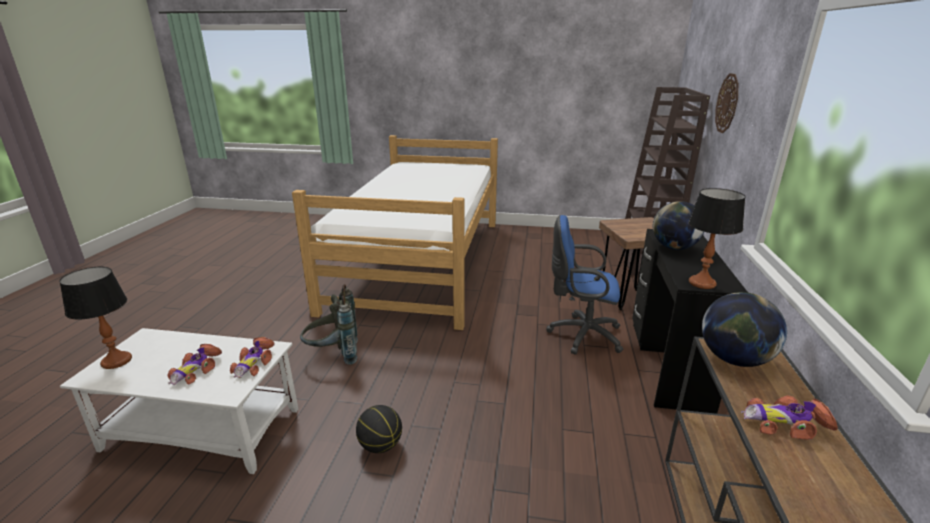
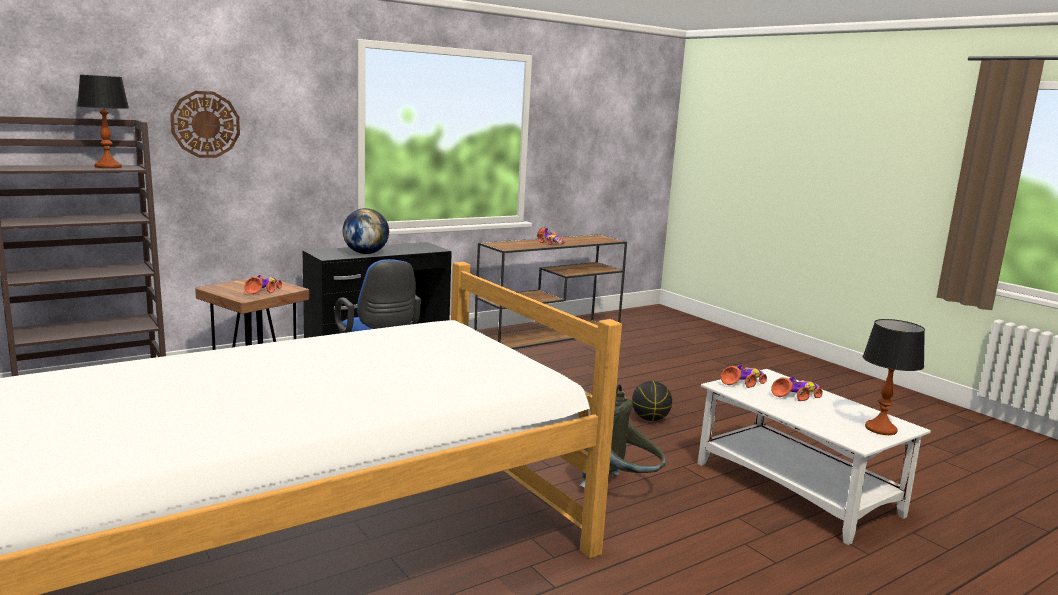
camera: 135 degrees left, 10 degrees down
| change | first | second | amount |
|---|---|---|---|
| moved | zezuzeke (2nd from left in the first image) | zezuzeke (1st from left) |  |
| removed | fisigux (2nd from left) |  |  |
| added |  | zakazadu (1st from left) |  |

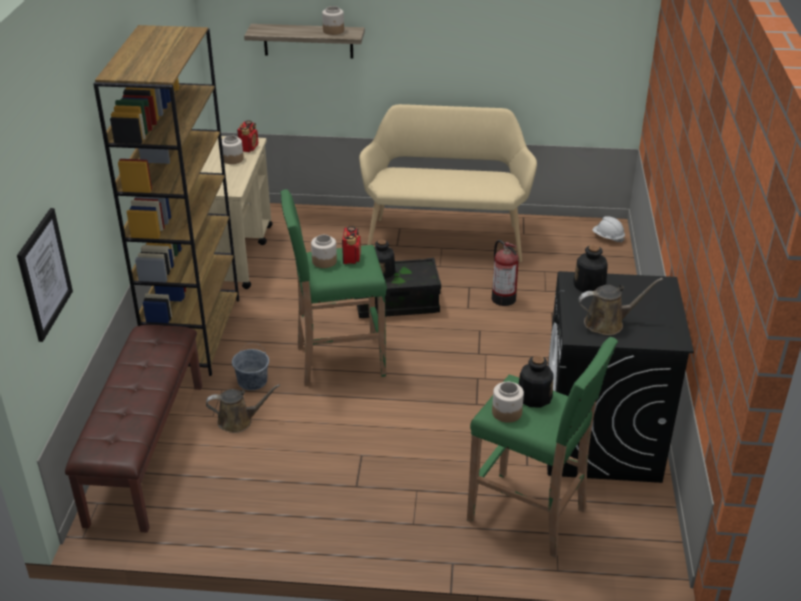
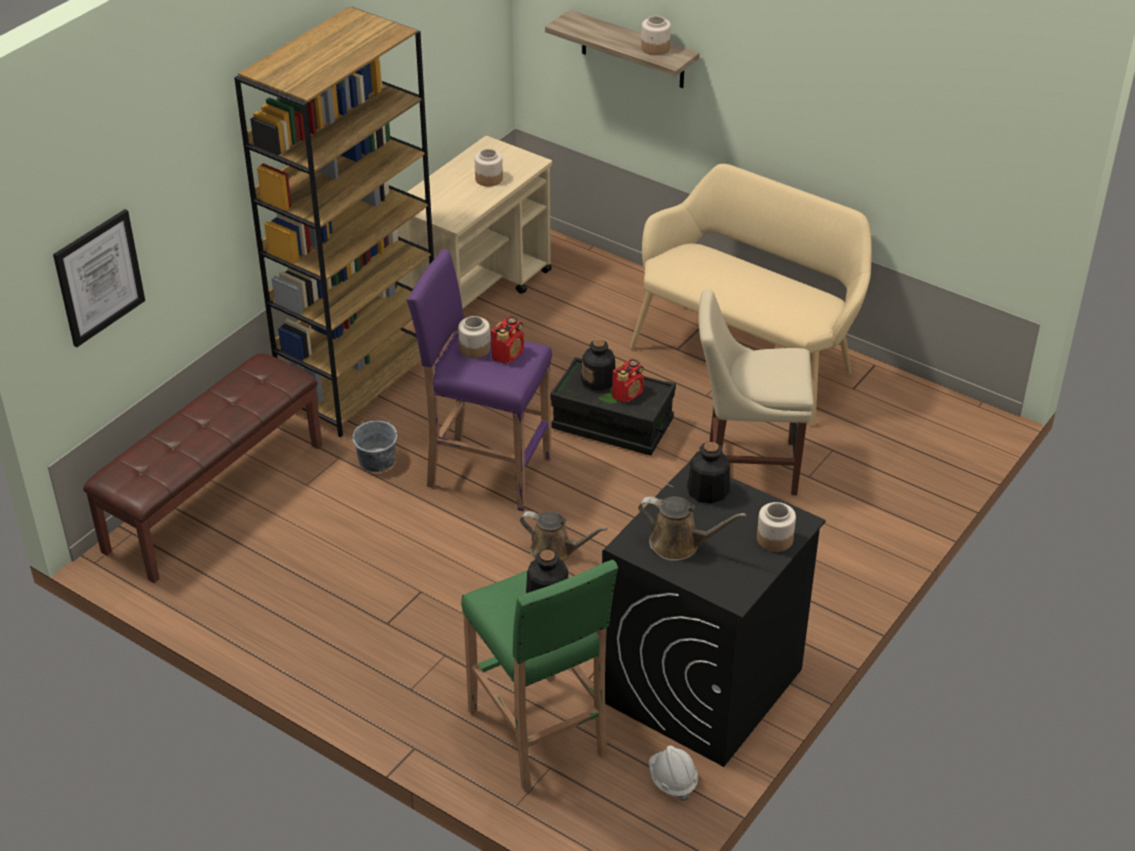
camera: 30 degrees right, 5 degrees up
| change | first | second | amount |
|---|---|---|---|
| moved | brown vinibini (1st from left) |  |  |
| moved | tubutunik (1st from left in the first image) | tubutunik (2nd from left) |  |
| recoloured | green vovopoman (1st from left) | purple vovopoman |  |
| replaced | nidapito | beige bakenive |  |
| moved | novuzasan (4th from left) |  |  |
| moved | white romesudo |  |  |

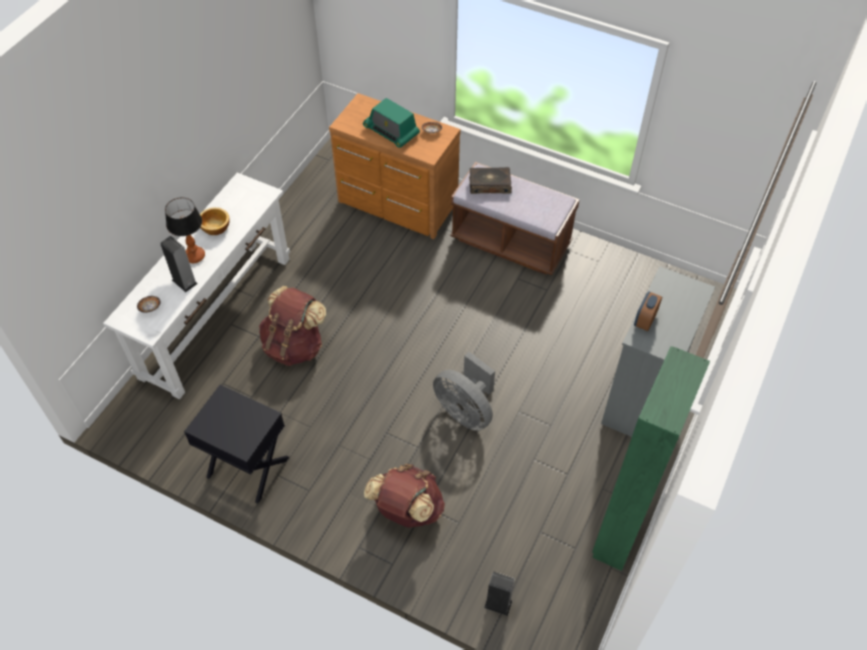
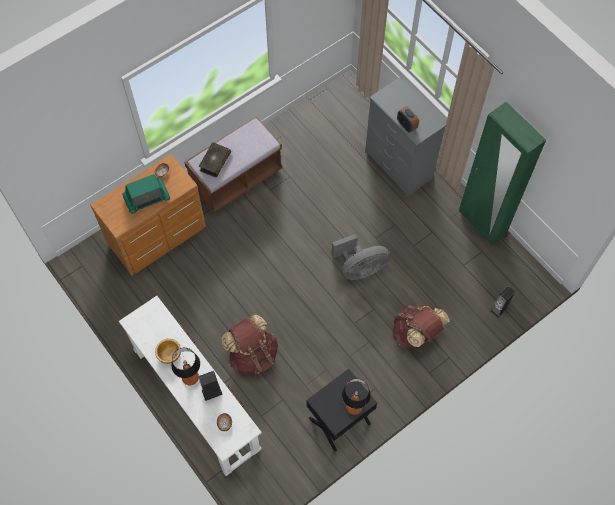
camera: 65 degrees left, 10 degrees up
| change | first | second | amount |
|---|---|---|---|
| added |  | zezuzeke (2nd from left) |  |

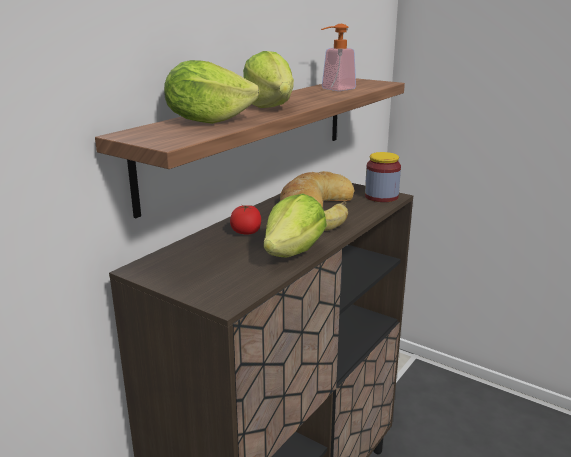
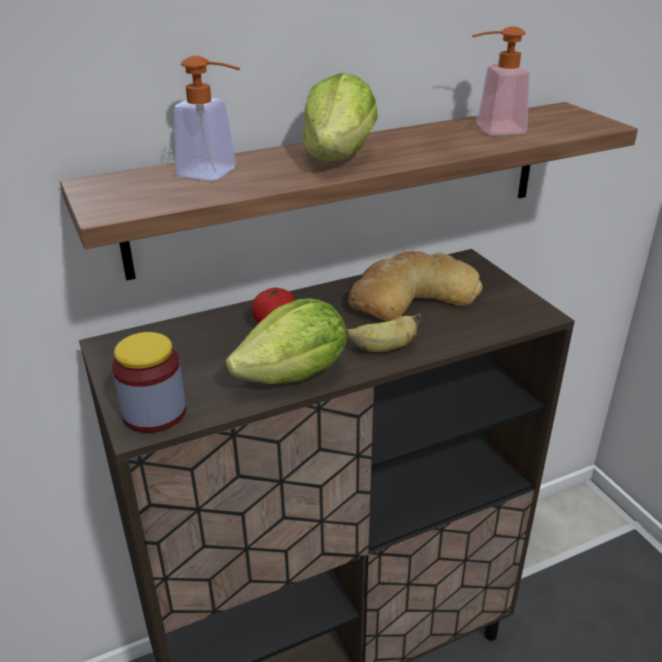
camera: 30 degrees right, 10 degrees up
| change | first | second | amount |
|---|---|---|---|
| replaced | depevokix (1st from left) | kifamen (1st from left) |  |
| moved | novuzasan |  |  |

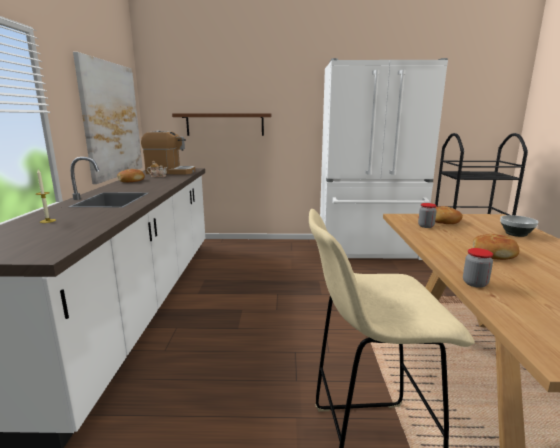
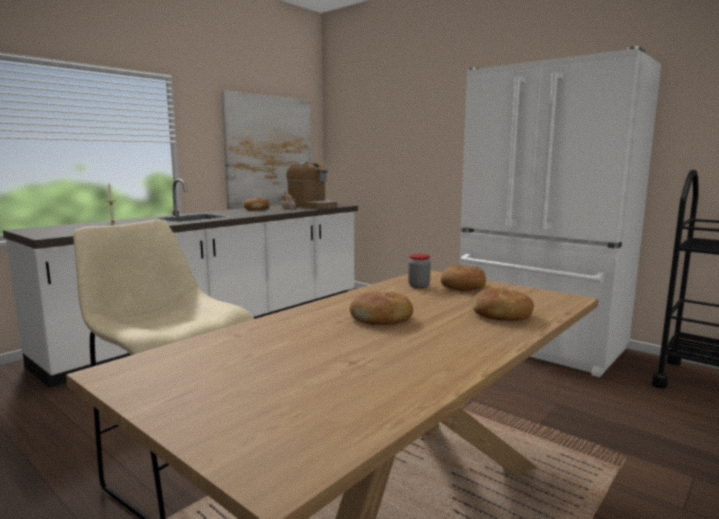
camera: 40 degrees right, 5 degrees down
| change | first | second | amount |
|---|---|---|---|
| removed | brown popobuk |  |  |
| removed | novuzasan (2nd from left) |  |  |
| replaced | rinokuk | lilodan (4th from left) |  |

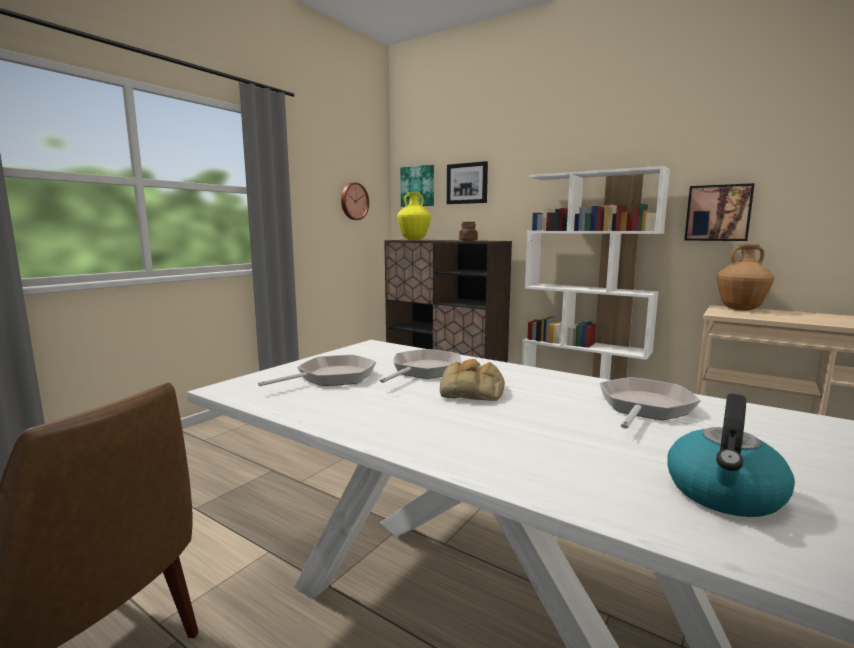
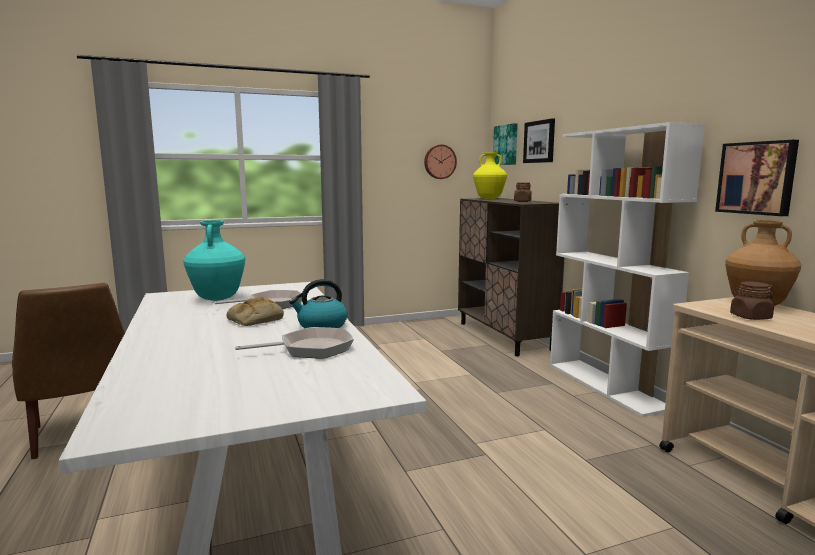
camera: 35 degrees right, 0 degrees up
| change | first | second | amount |
|---|---|---|---|
| replaced | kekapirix (1st from left) | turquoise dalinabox |  |
| moved | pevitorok |  |  |
| added |  | brown novuzasan (2nd from left) |  |

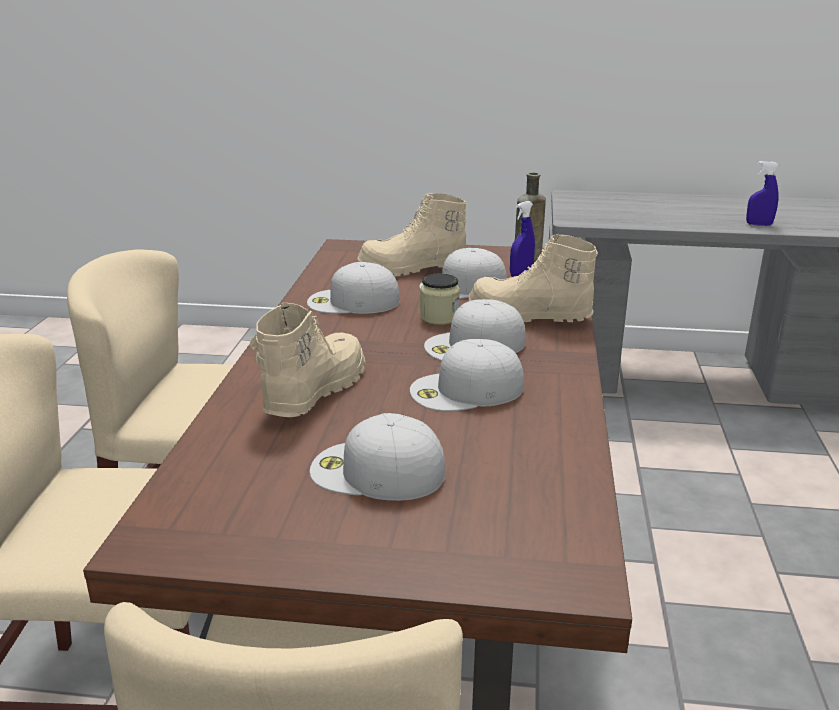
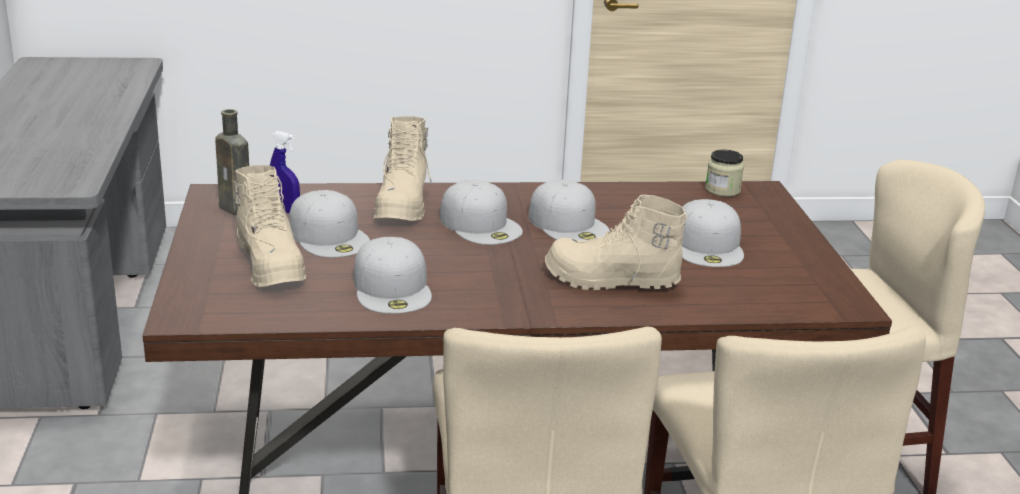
camera: 105 degrees left, 0 degrees up
| change | first | second | amount |
|---|---|---|---|
| moved | novuzasan |  |  |
| removed | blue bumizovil (2nd from left) |  |  |

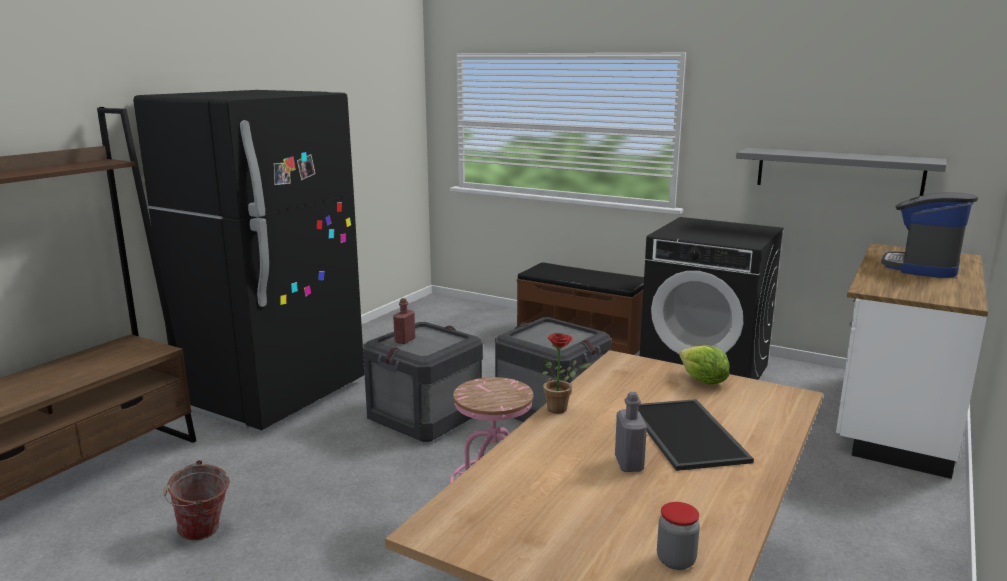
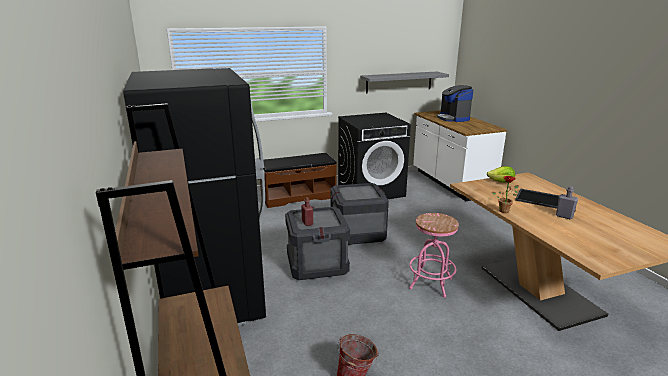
camera: 50 degrees left, 5 degrees up
| change | first | second | amount |
|---|---|---|---|
| removed | novuzasan |  |  |

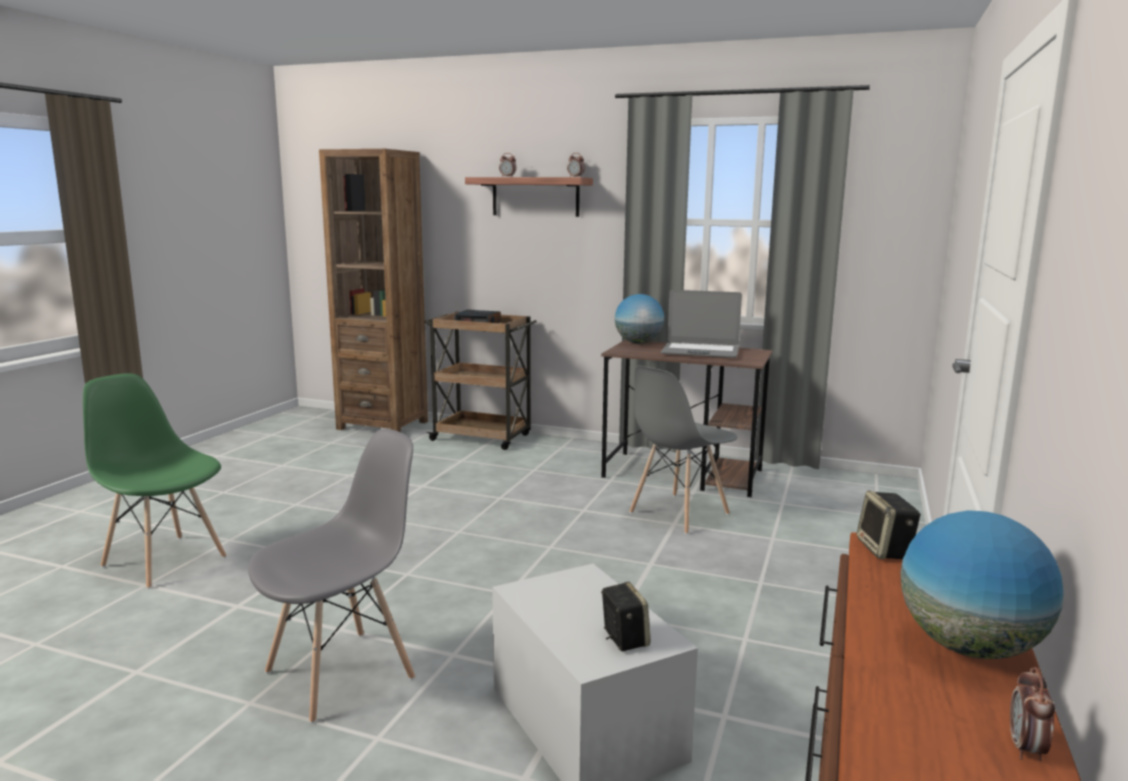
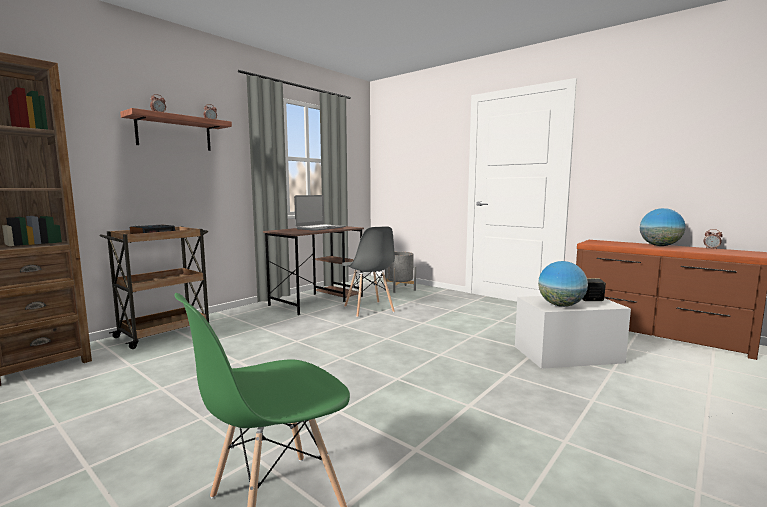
camera: 70 degrees left, 5 degrees down
| change | first | second | amount |
|---|---|---|---|
| removed | grey bakenive (1st from left) |  |  |
| moved | fisigux (1st from left) |  |  |
| removed | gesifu (2nd from left) |  |  |
| added |  | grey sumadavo |  |

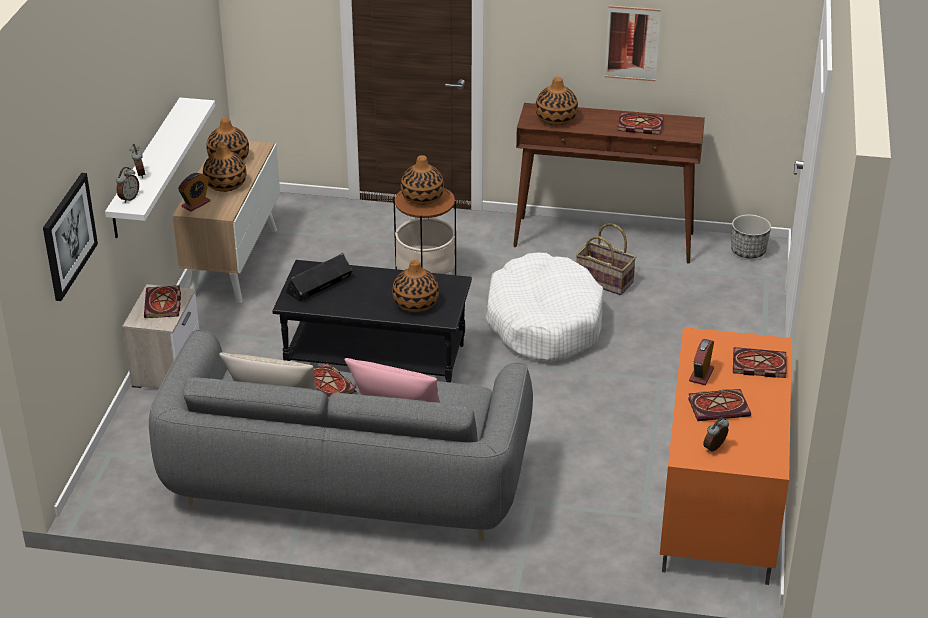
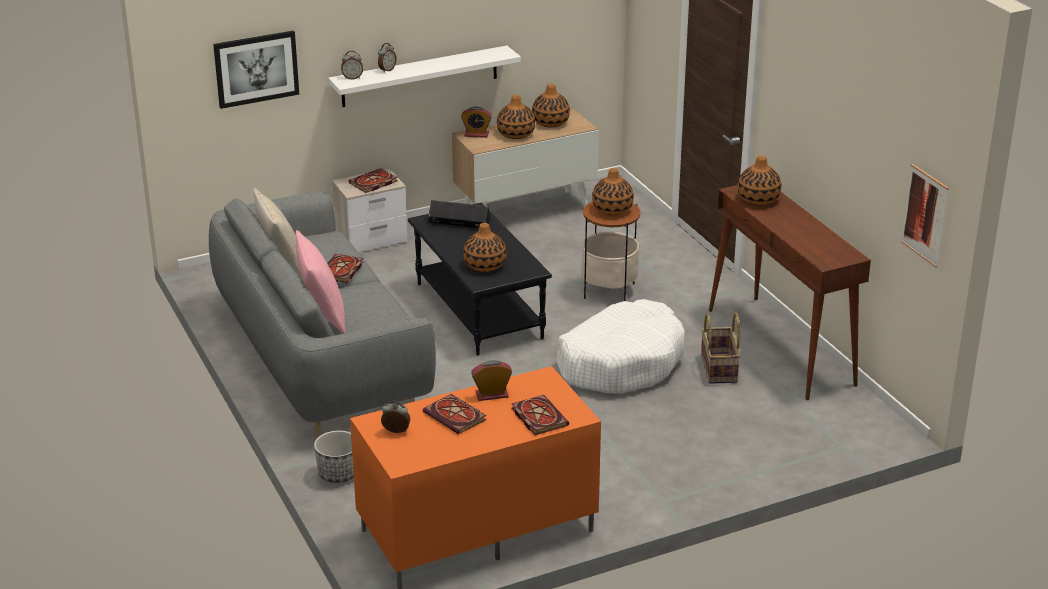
camera: 55 degrees right, 5 degrees down
| change | first | second | amount |
|---|---|---|---|
| moved | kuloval (2nd from left) |  |  |
| removed | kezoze (3rd from left) |  |  |
| moved | sumadavo |  |  |

